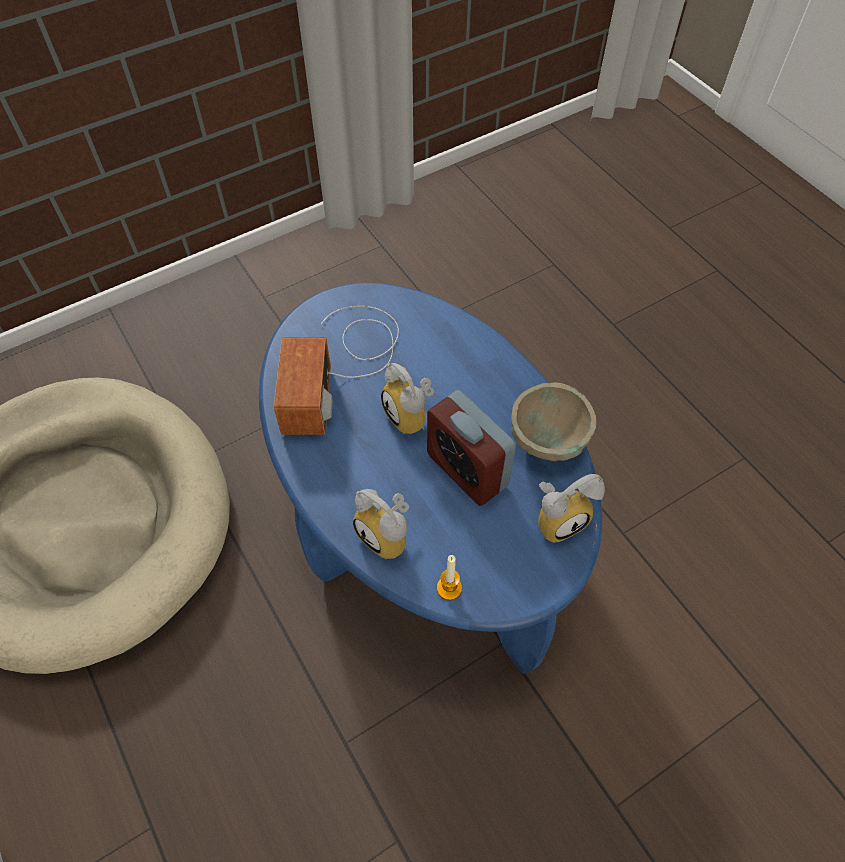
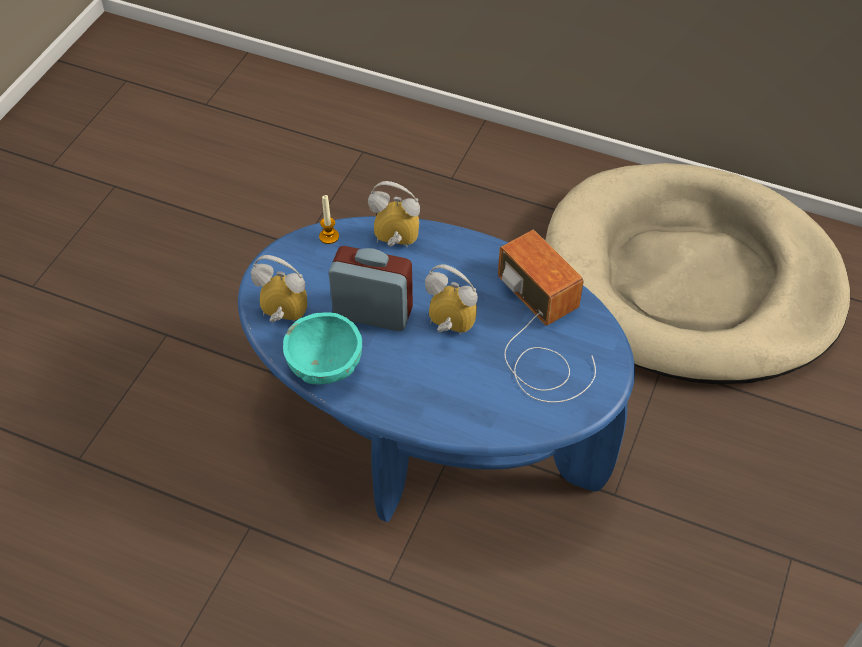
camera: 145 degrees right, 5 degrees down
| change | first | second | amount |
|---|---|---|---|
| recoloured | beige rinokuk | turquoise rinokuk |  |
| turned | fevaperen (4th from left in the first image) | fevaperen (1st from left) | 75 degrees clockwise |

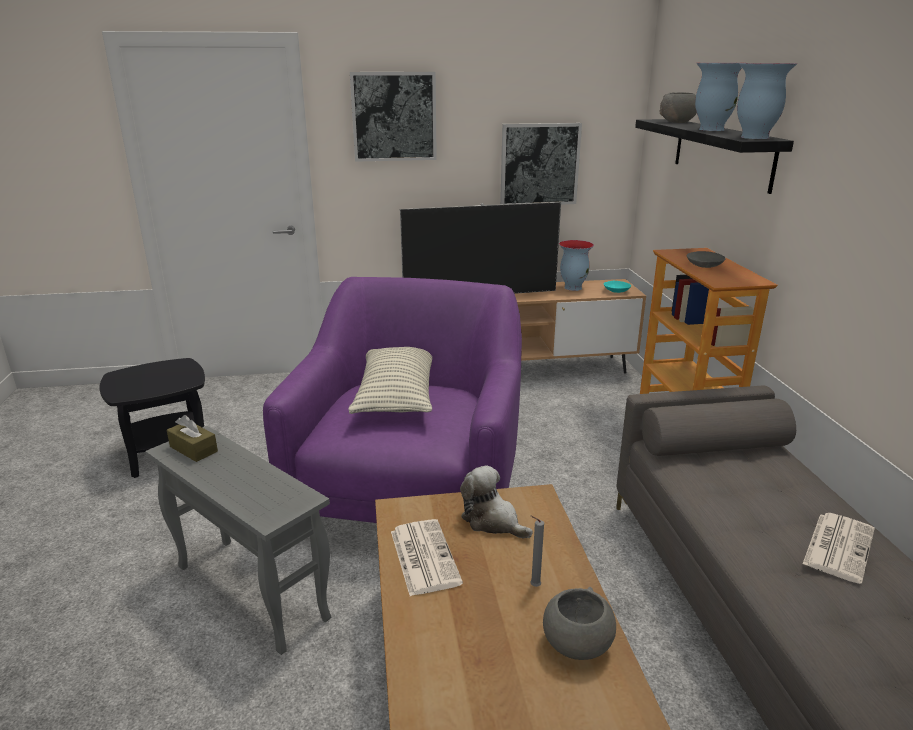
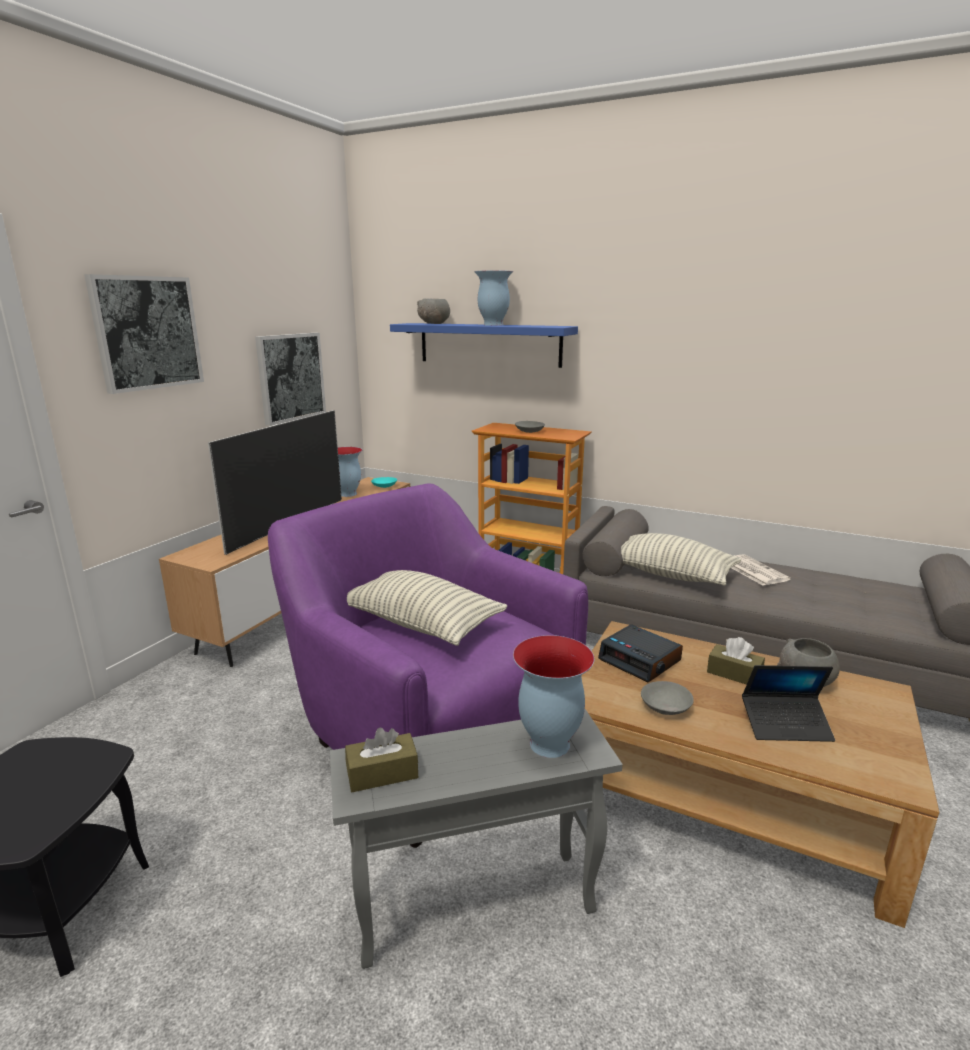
camera: 55 degrees left, 5 degrees down
| change | first | second | amount |
|---|---|---|---|
| replaced | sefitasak (1st from left) | grey rinokuk (3rd from left) |  |
| replaced | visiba | fevaperen |  |
| replaced | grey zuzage | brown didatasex (2nd from left) |  |
| recoloured | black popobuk | blue popobuk |  |
| moved | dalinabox (3rd from left) |  |  |
| added |  | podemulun (2nd from left) |  |
| added |  | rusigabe |  |

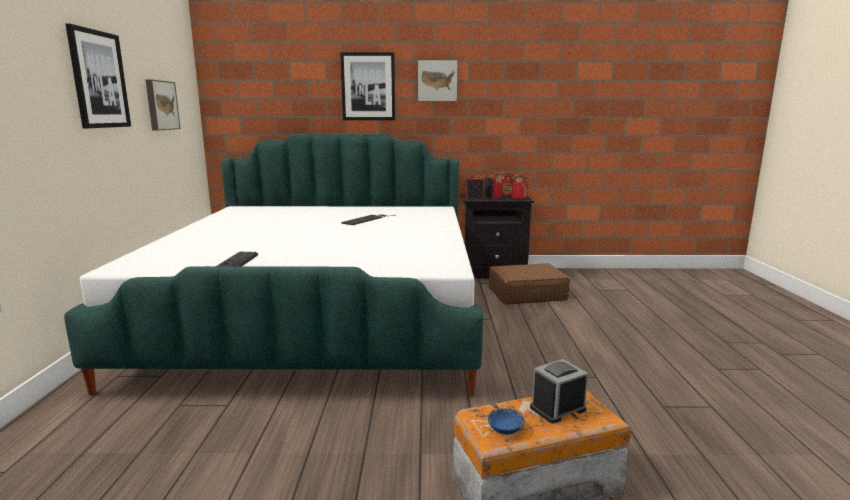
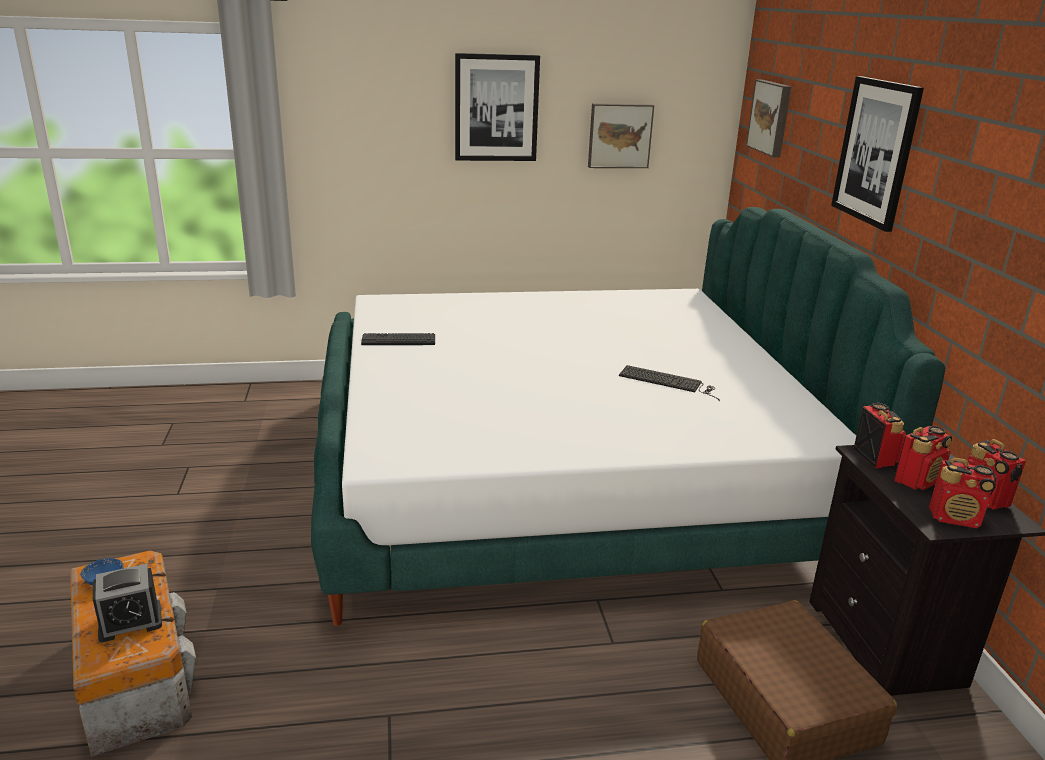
camera: 80 degrees right, 10 degrees up
| change | first | second | amount |
|---|---|---|---|
| moved | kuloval (4th from left in the first image) | kuloval (3rd from left) |  |
| turned | fevaperen |  | 105 degrees clockwise |

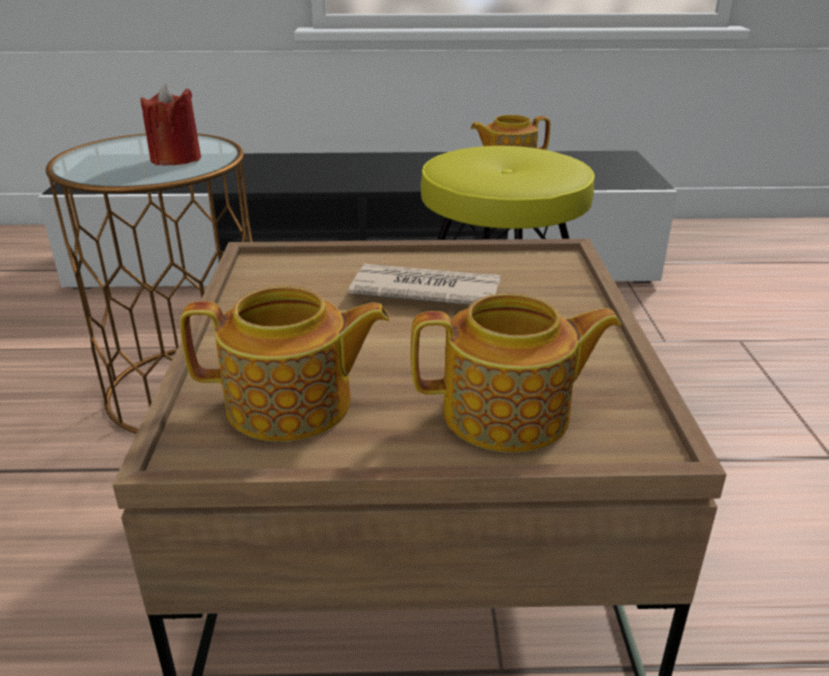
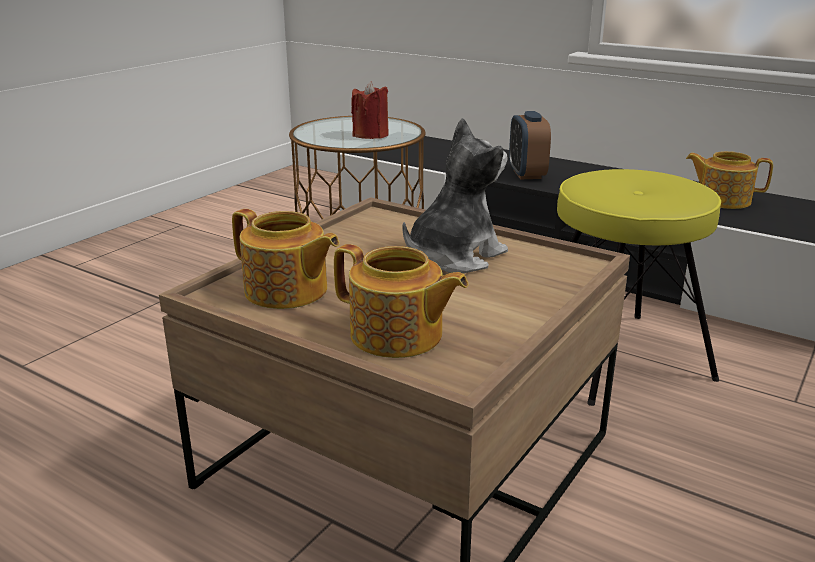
camera: 35 degrees right, 5 degrees down
| change | first | second | amount |
|---|---|---|---|
| replaced | sefitasak | visiba |  |
| added |  | fevaperen |  |

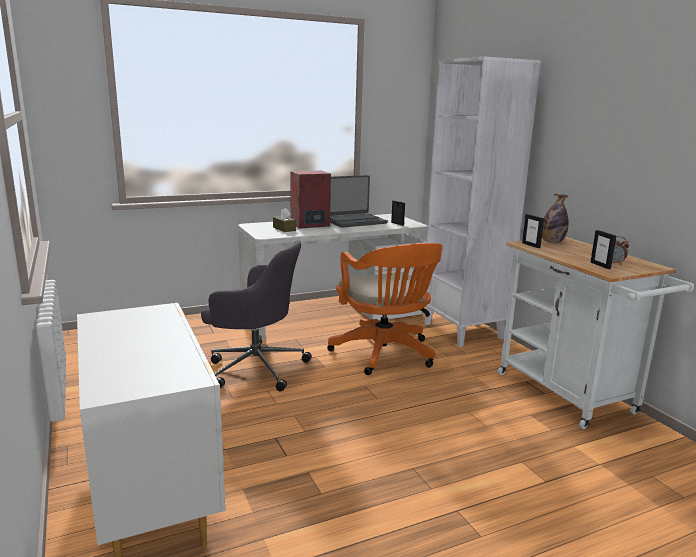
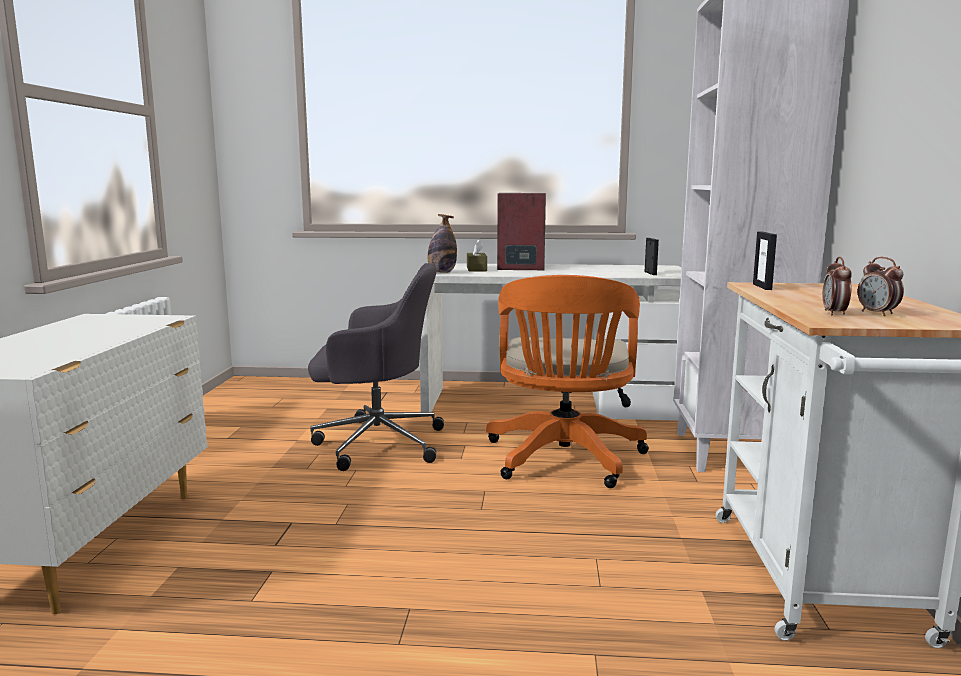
camera: 30 degrees right, 5 degrees down
| change | first | second | amount |
|---|---|---|---|
| turned | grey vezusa |  | 45 degrees counterclockwise |
| removed | rusigabe |  |  |
| moved | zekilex |  |  |
| replaced | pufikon (3rd from left) | fevaperen (1st from left) |  |

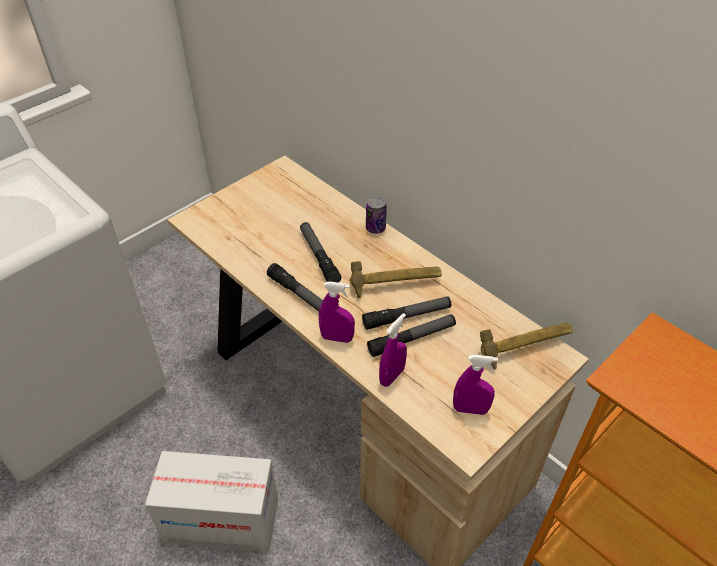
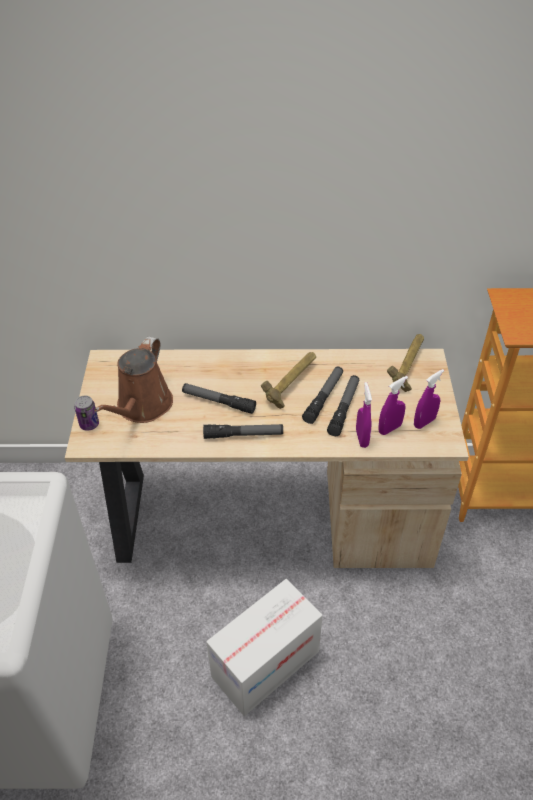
camera: 45 degrees left, 0 degrees up
| change | first | second | amount |
|---|---|---|---|
| moved | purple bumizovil (1st from left in the first image) | purple bumizovil (2nd from left) |  |
| moved | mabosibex |  |  |
| added |  | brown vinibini |  |

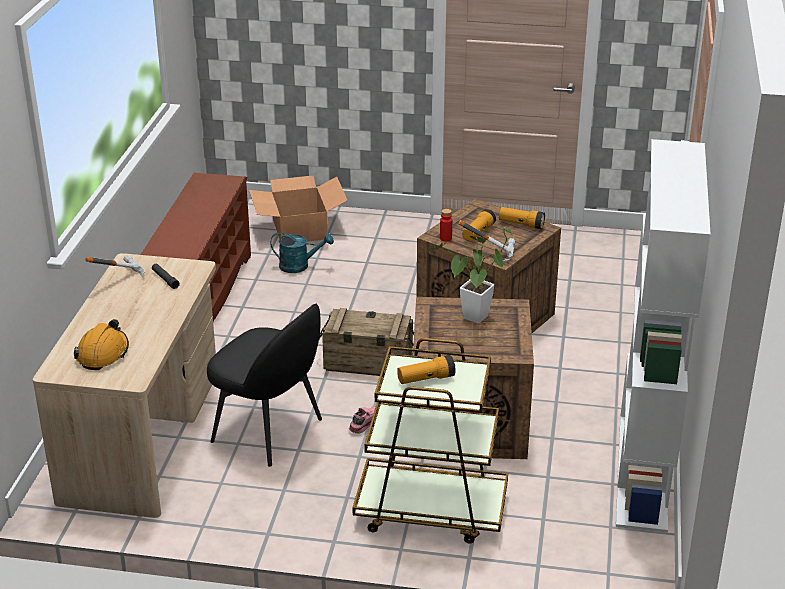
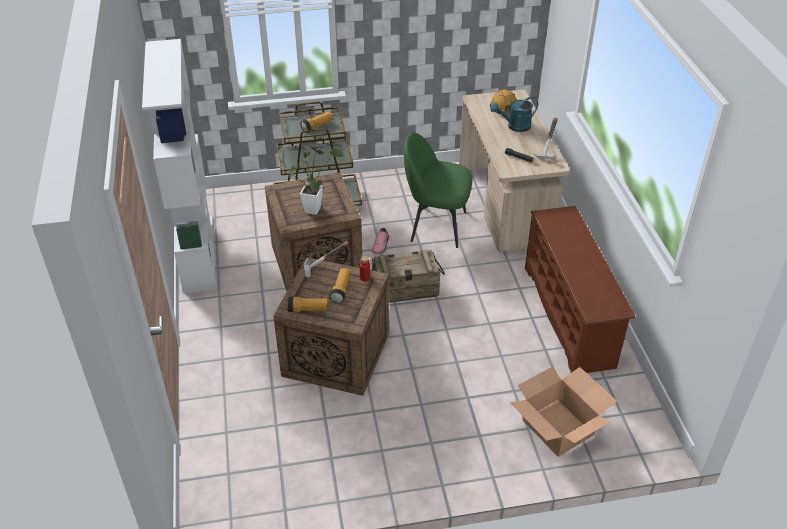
camera: 160 degrees right, 10 degrees up
| change | first | second | amount |
|---|---|---|---|
| recoloured | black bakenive | green bakenive |  |
| moved | turquoise vinibini |  |  |

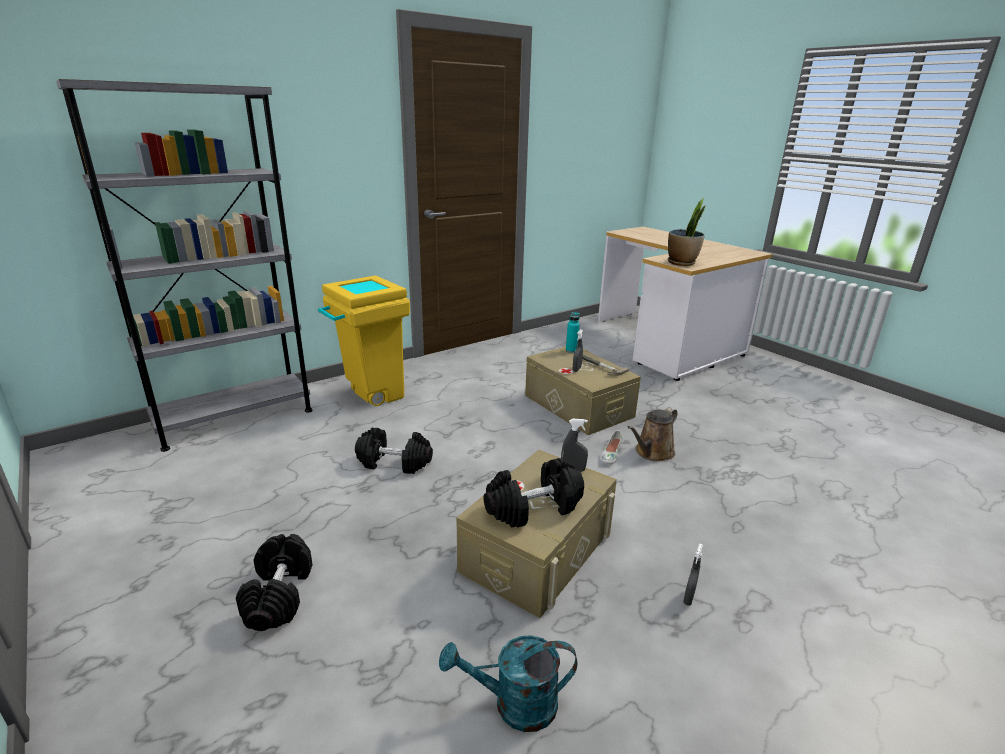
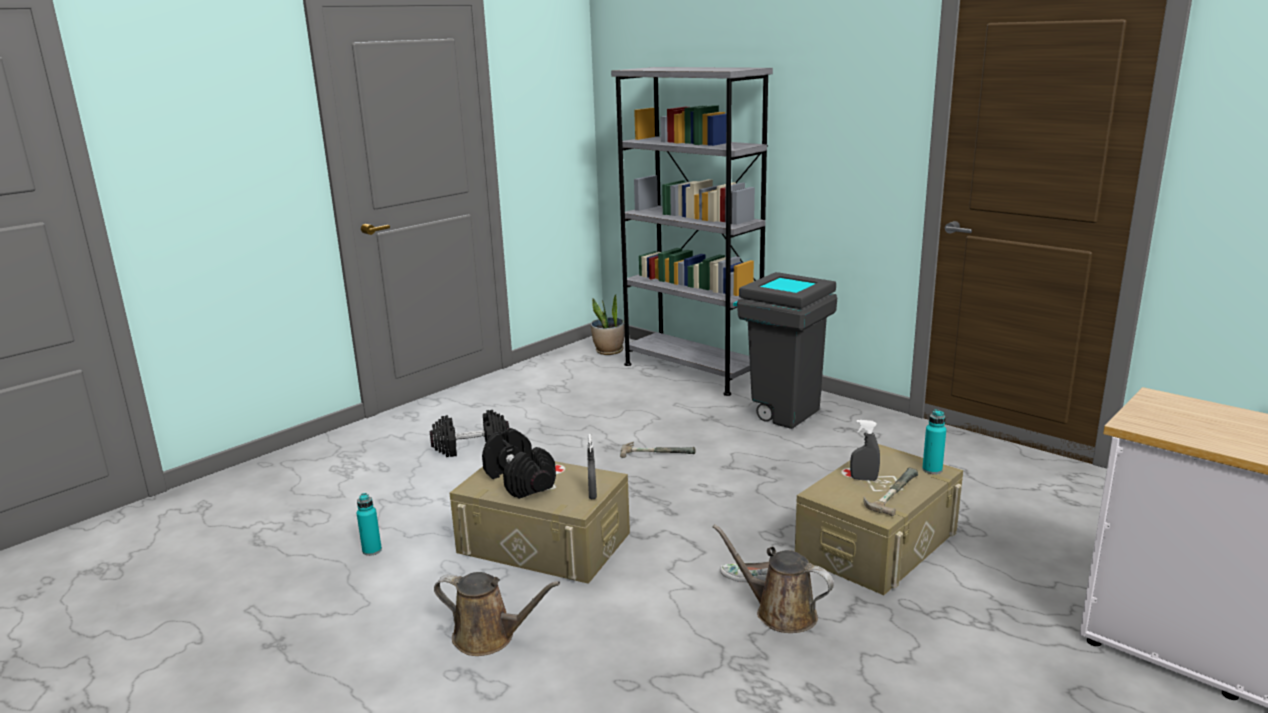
camera: 80 degrees right, 5 degrees down
| change | first | second | amount |
|---|---|---|---|
| recoloured | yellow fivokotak | grey fivokotak |  |
| replaced | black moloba (2nd from left) | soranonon (1st from left) |  |
| replaced | turquoise vinibini | turquoise zekilex (1st from left) |  |
| moved | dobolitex |  |  |
| replaced | grey bumizovil (3rd from left) | brown vinibini (1st from left) |  |

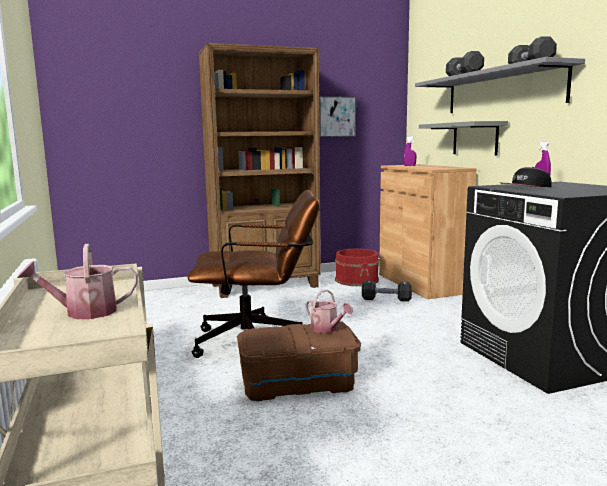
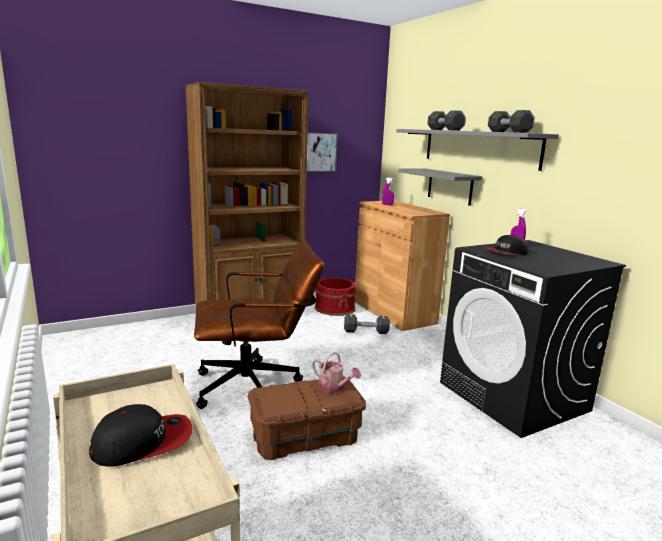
camera: 10 degrees left, 5 degrees up
| change | first | second | amount |
|---|---|---|---|
| replaced | vinibini (1st from left) | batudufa (1st from left) |  |

